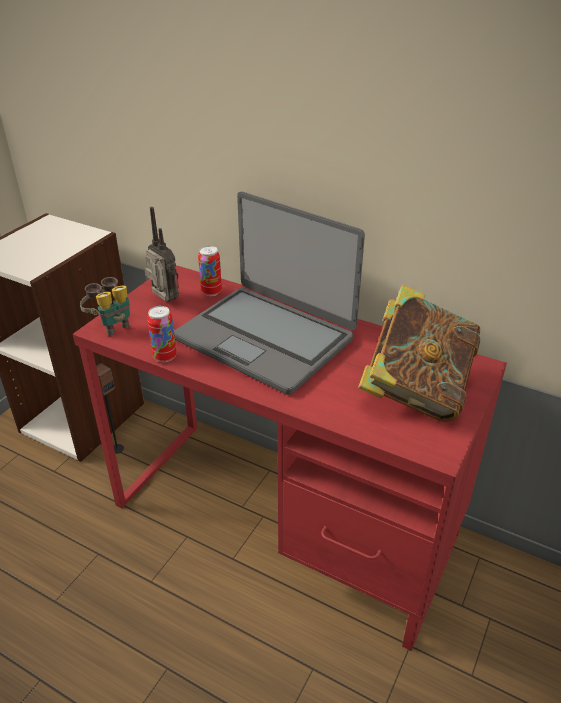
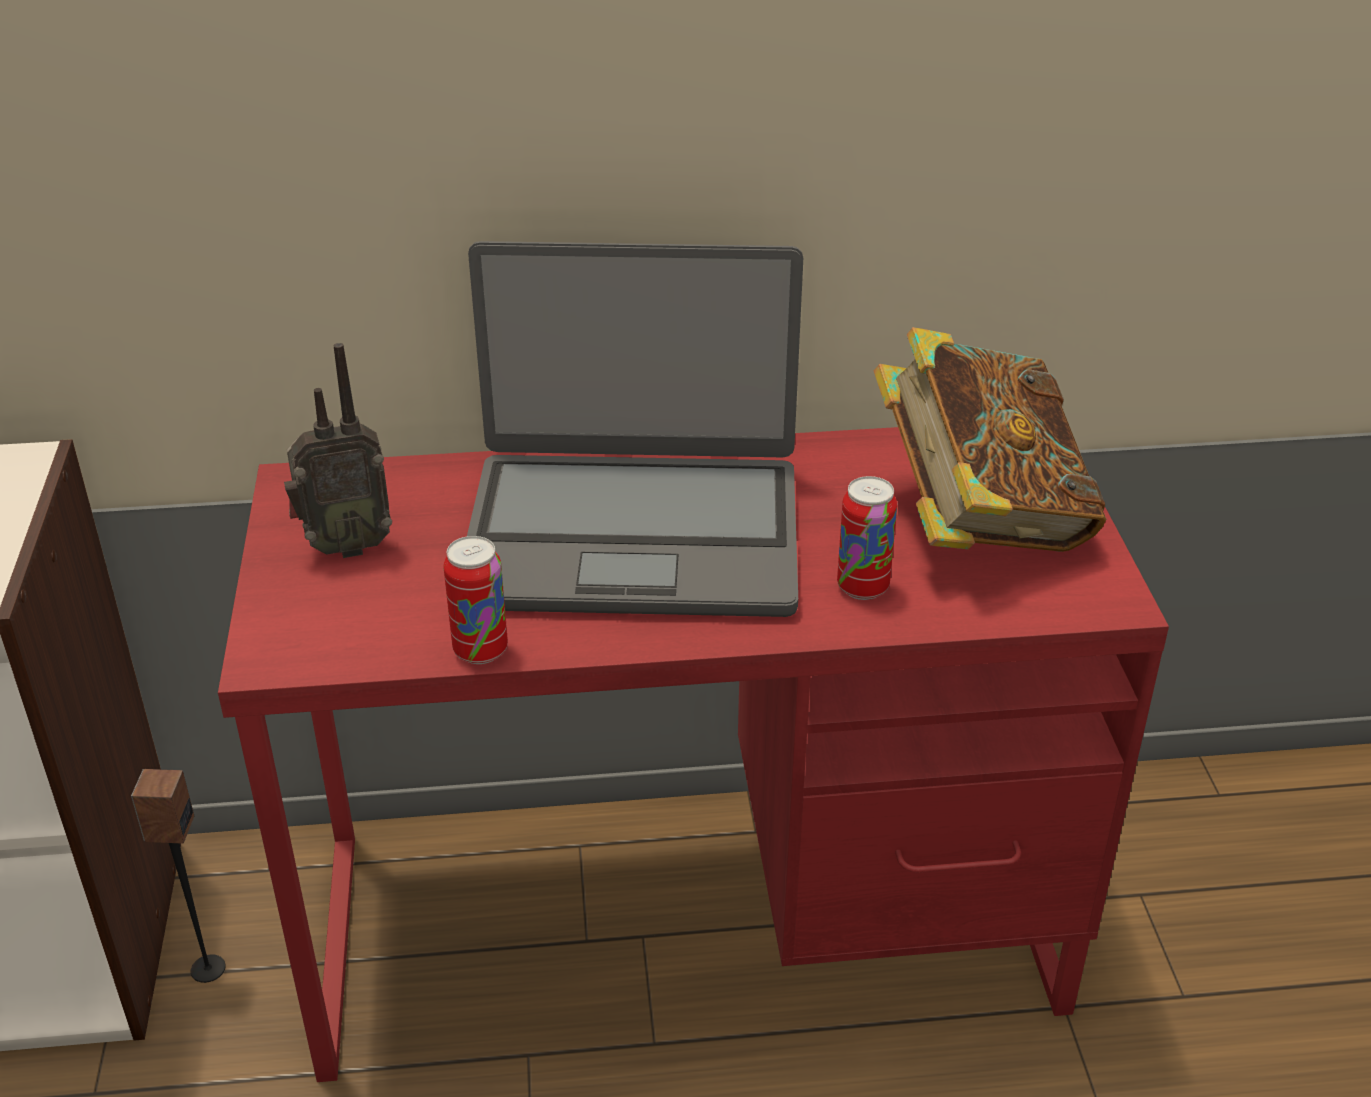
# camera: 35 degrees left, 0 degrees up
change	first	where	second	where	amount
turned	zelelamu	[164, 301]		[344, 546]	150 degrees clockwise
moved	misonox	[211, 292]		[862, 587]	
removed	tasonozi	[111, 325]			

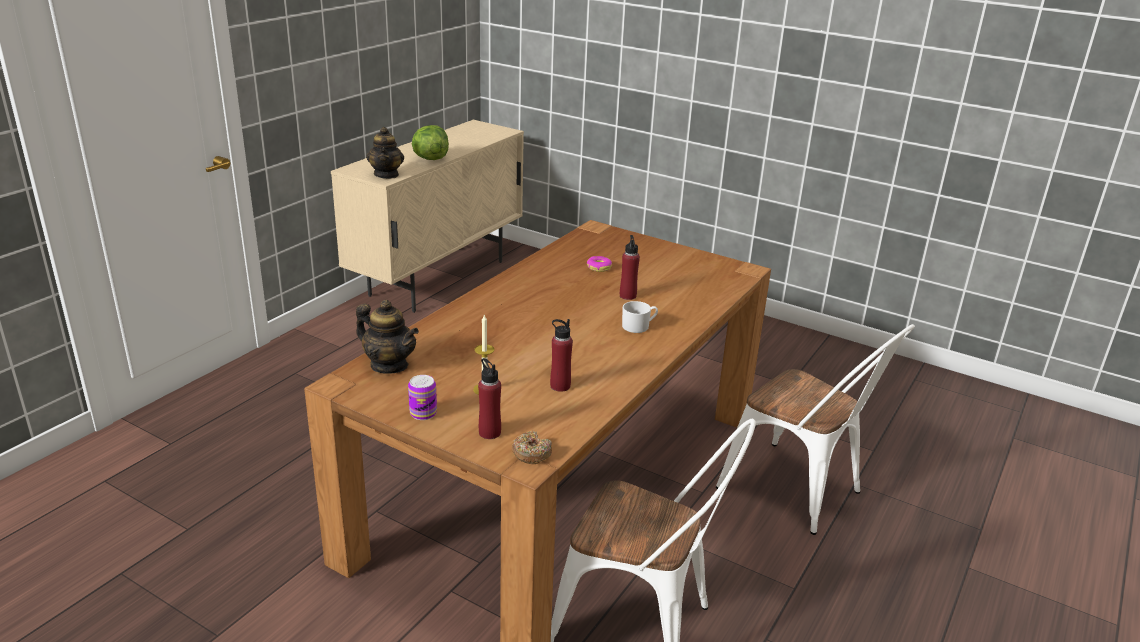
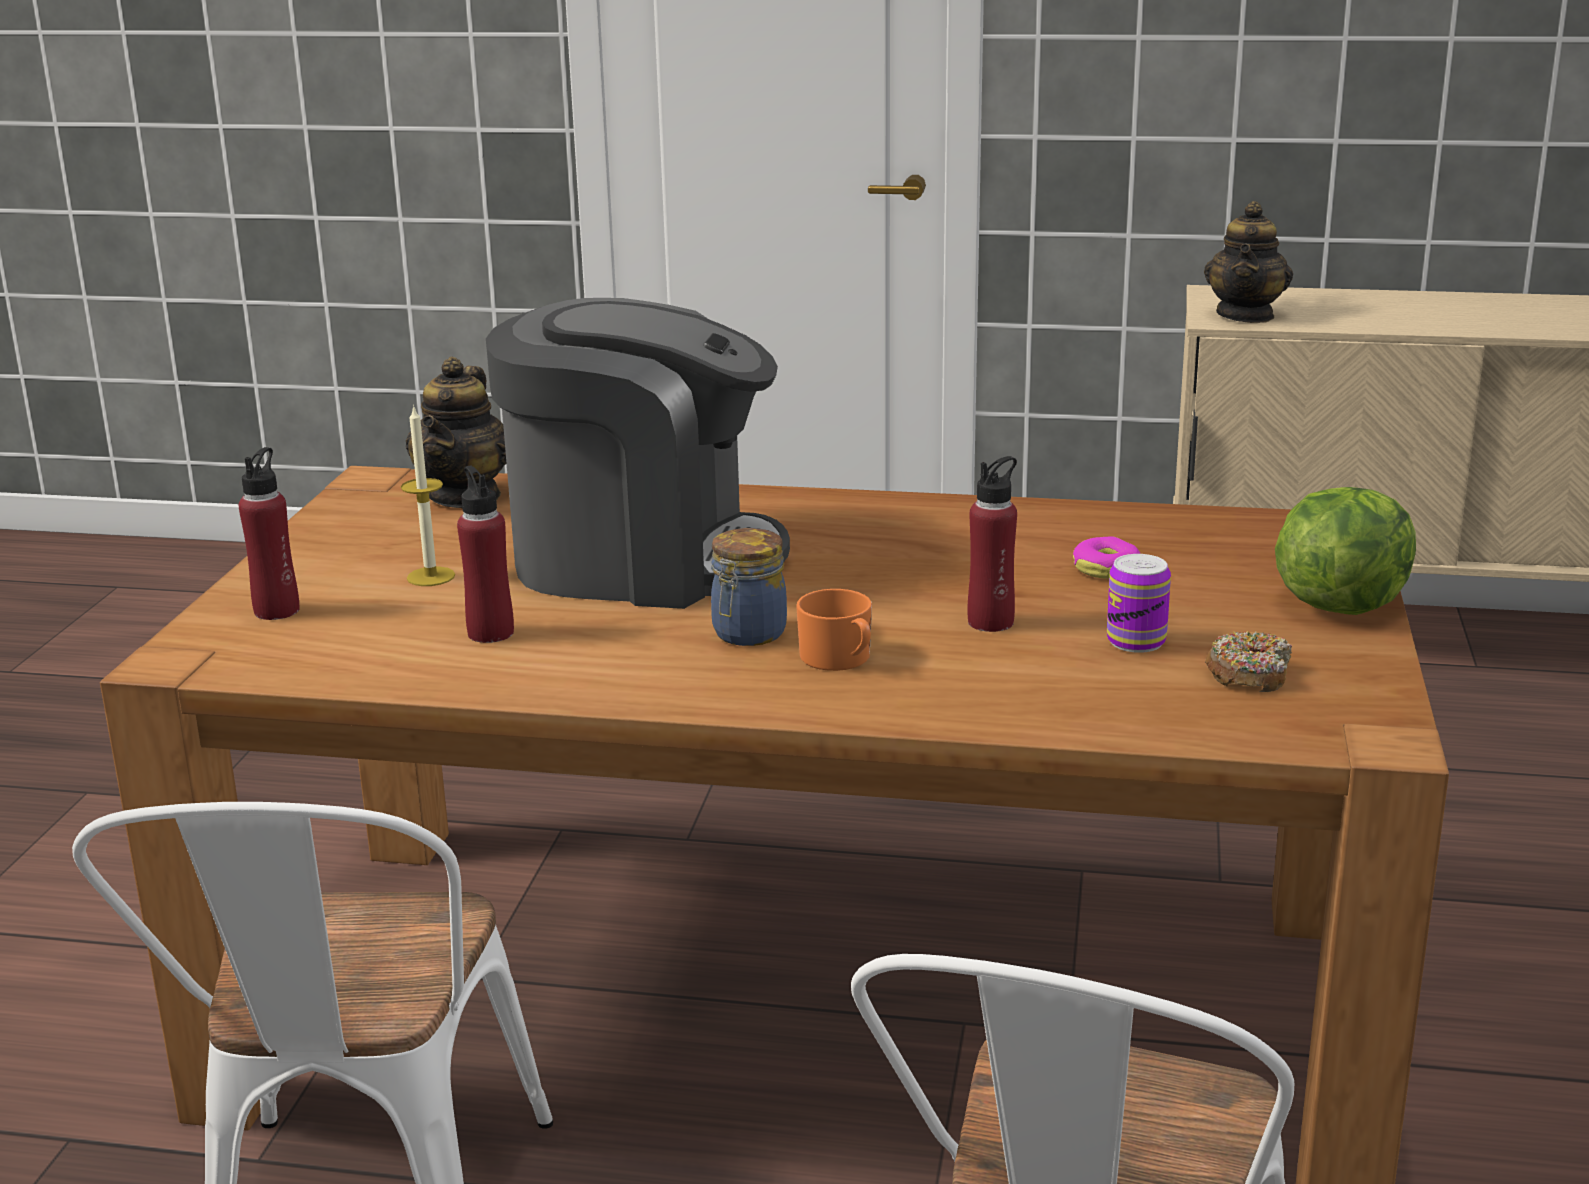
# camera: 70 degrees right, 5 degrees down
change	first	where	second	where	amount
added			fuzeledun	[642, 559]	
added			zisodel	[747, 634]	
recoloured	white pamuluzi	[639, 326]	orange pamuluzi	[840, 659]	
moved	misonox	[423, 413]		[1136, 641]	
turned	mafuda	[386, 175]		[1246, 315]	45 degrees counterclockwise
moved	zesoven	[531, 453]		[1249, 675]	
moved	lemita	[430, 158]		[1340, 604]	

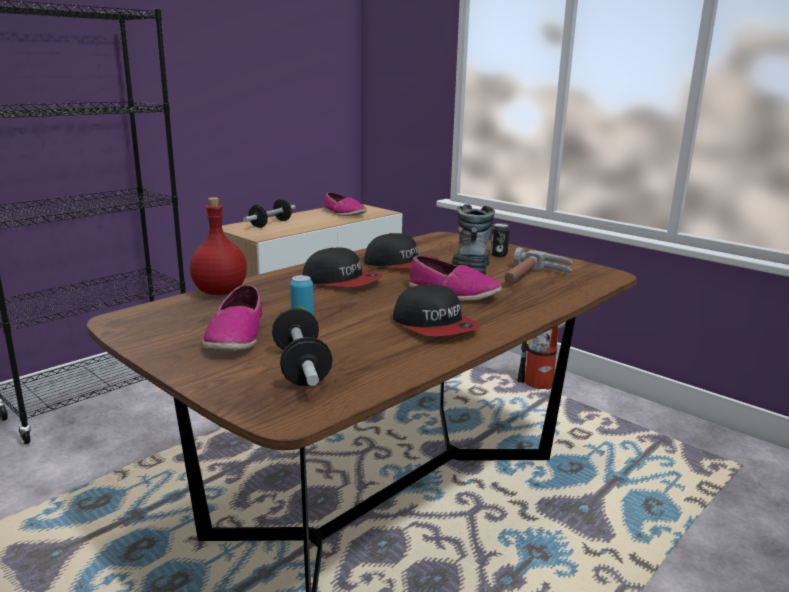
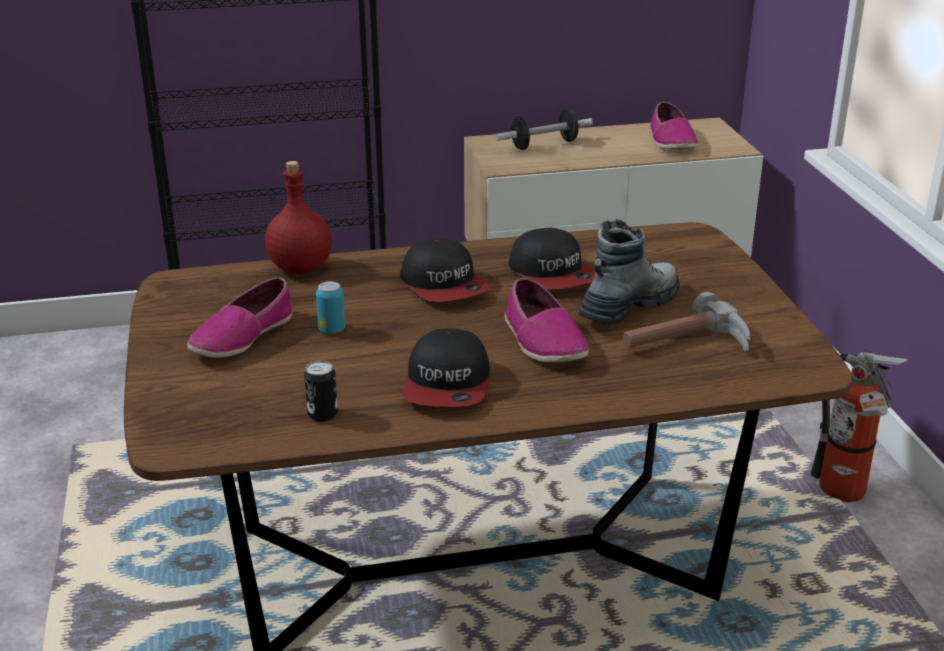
# camera: 35 degrees right, 10 degrees up
change	first	where	second	where	amount
moved	misonox	[499, 255]		[322, 414]	
removed	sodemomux	[301, 367]			

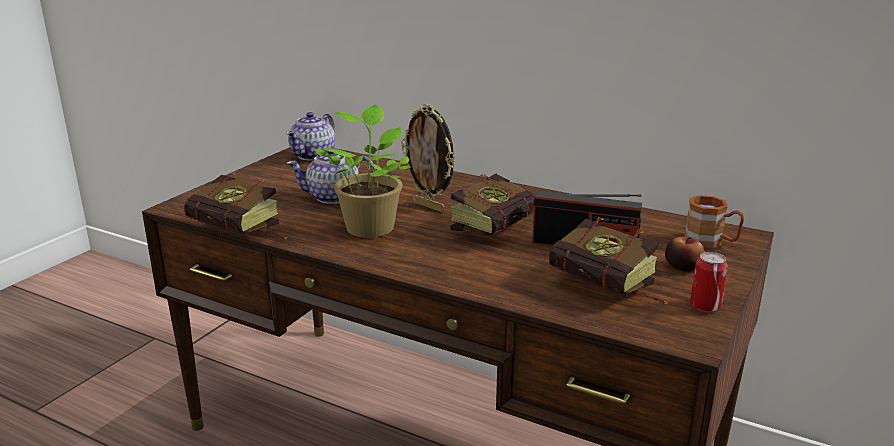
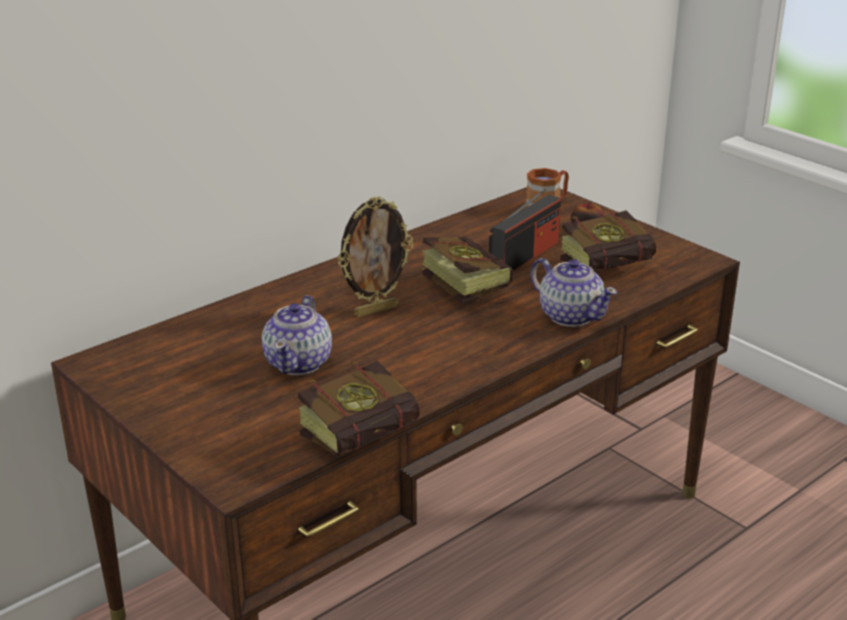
# camera: 70 degrees left, 5 degrees up
change	first	where	second	where	amount
moved	mafuda	[313, 155]		[570, 315]	
removed	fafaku	[370, 227]			
removed	misonox	[705, 306]			

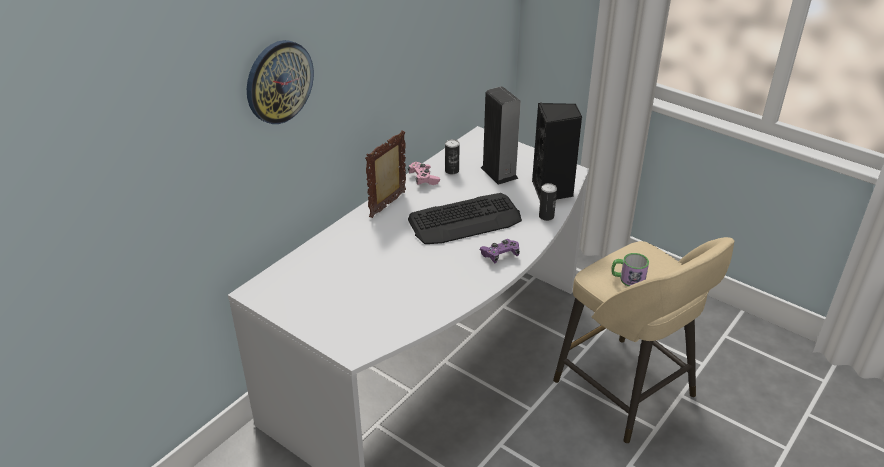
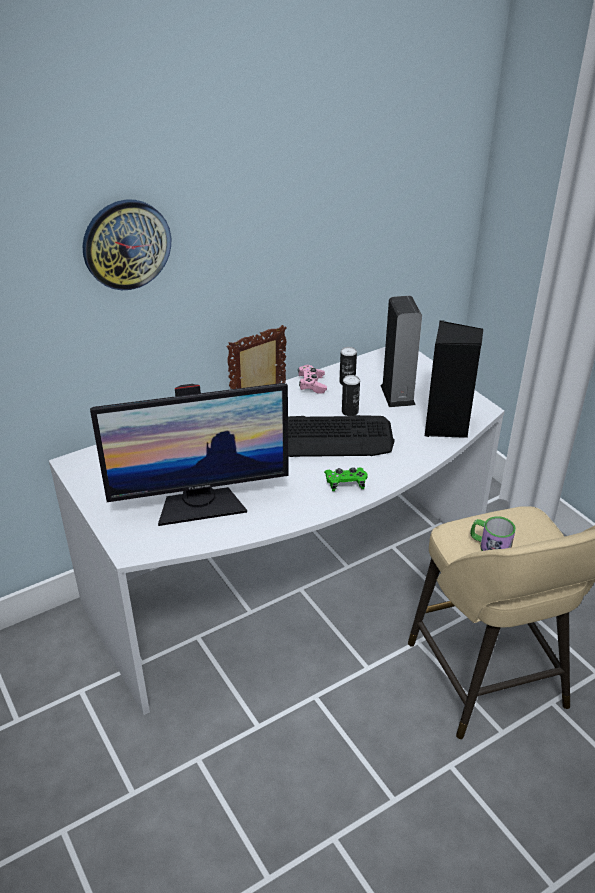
# camera: 20 degrees right, 0 degrees up
change	first	where	second	where	amount
added			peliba	[200, 504]	
recoloured	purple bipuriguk	[500, 255]	green bipuriguk	[345, 484]	
moved	misonox	[546, 216]		[350, 411]	

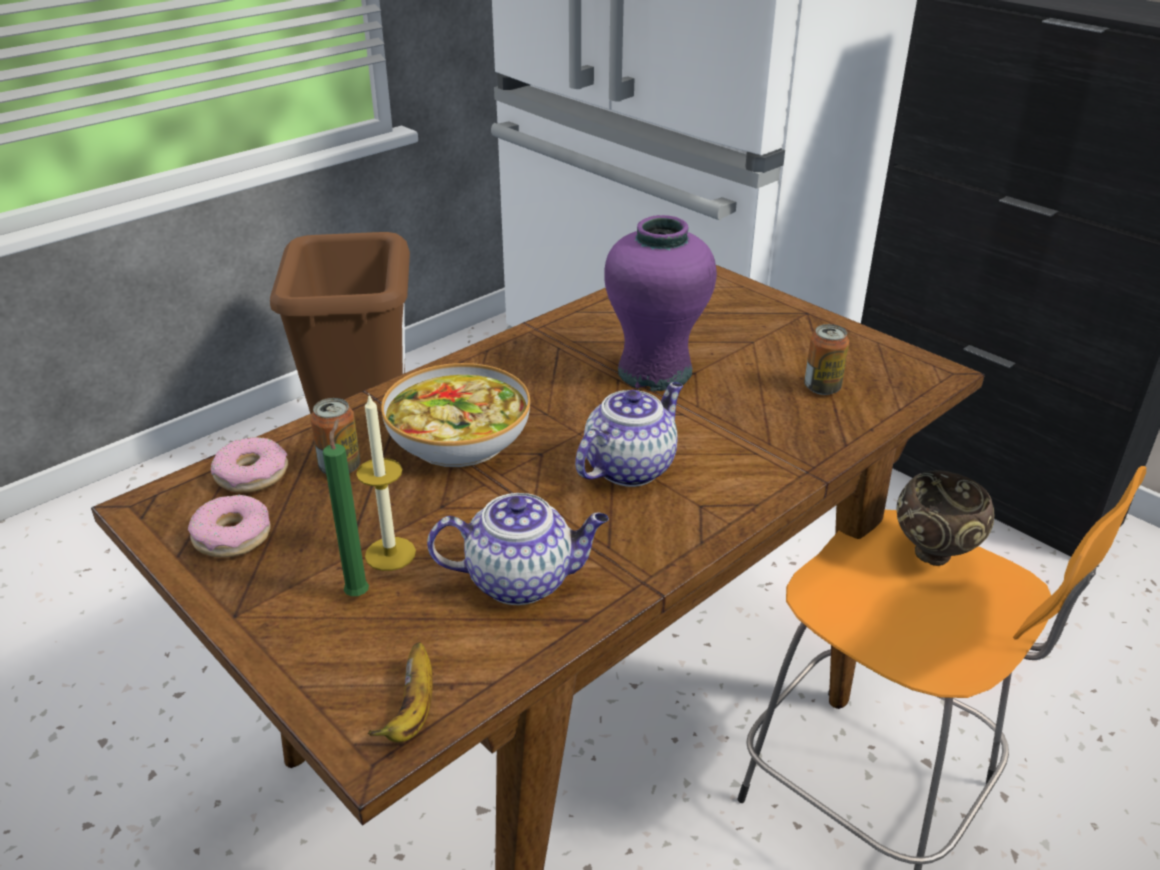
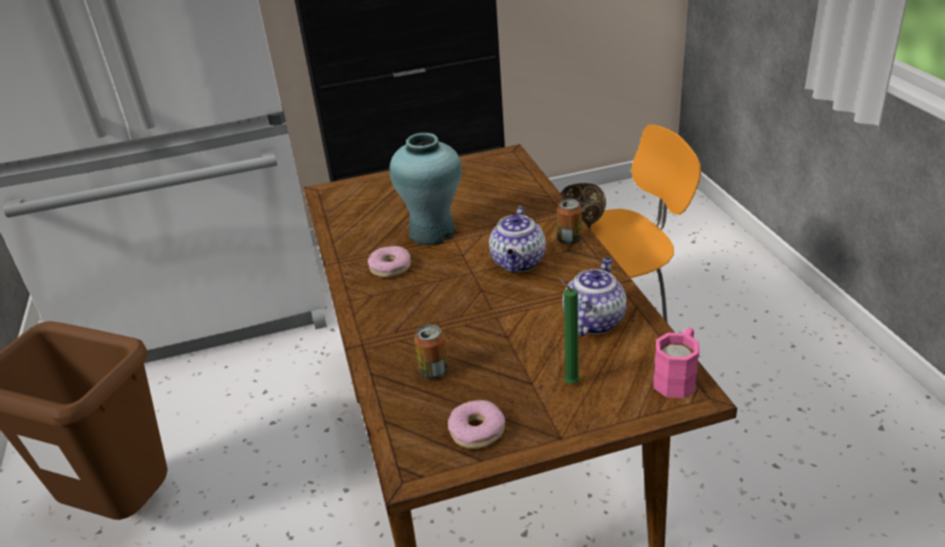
# camera: 60 degrees left, 0 degrees up
change	first	where	second	where	amount
moved	zesoven	[252, 474]		[390, 267]	
recoloured	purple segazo	[655, 372]	turquoise segazo	[432, 232]	
turned	mafuda	[630, 467]		[518, 263]	150 degrees counterclockwise
moved	misonox	[822, 388]		[569, 240]	
replaced	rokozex	[412, 712]	pink pamuluzi	[677, 377]	
removed	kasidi	[390, 554]			
removed	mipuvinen	[459, 438]			

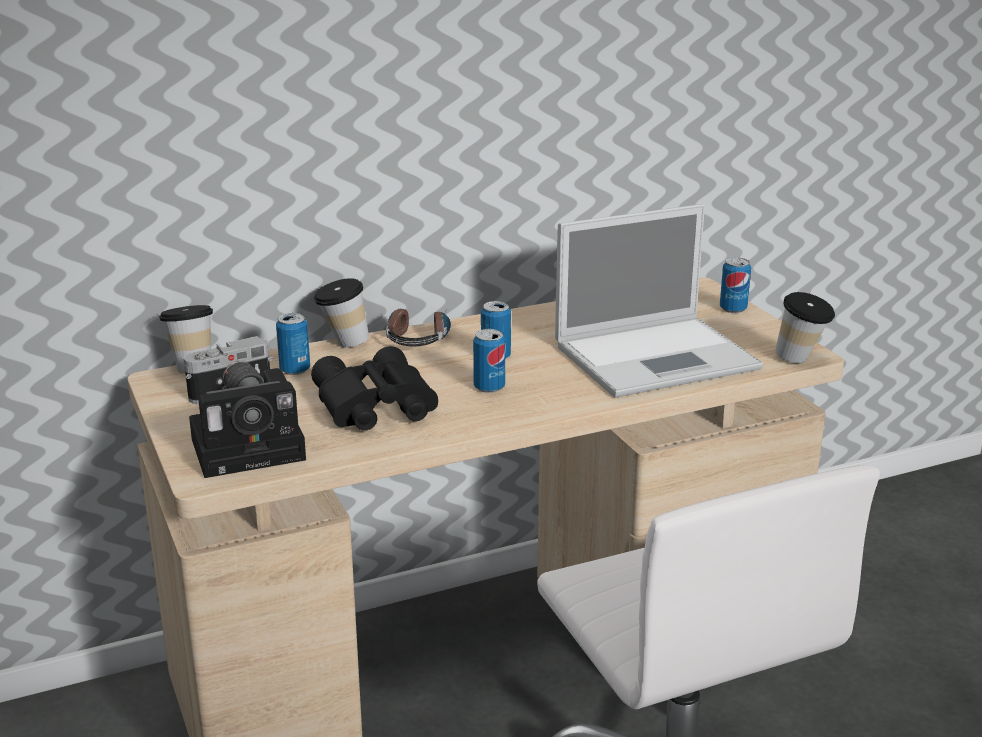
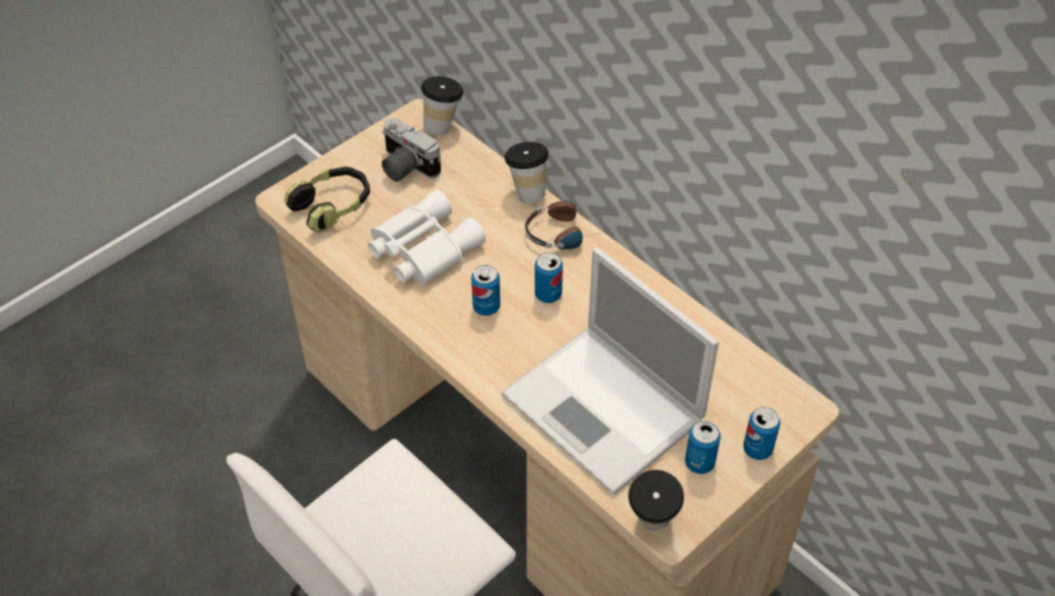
# camera: 70 degrees right, 25 degrees up
change	first	where	second	where	amount
replaced	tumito	[253, 448]	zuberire	[332, 207]	
recoloured	black tasonozi	[373, 407]	white tasonozi	[421, 247]	
moved	misonox	[295, 370]		[699, 463]	

